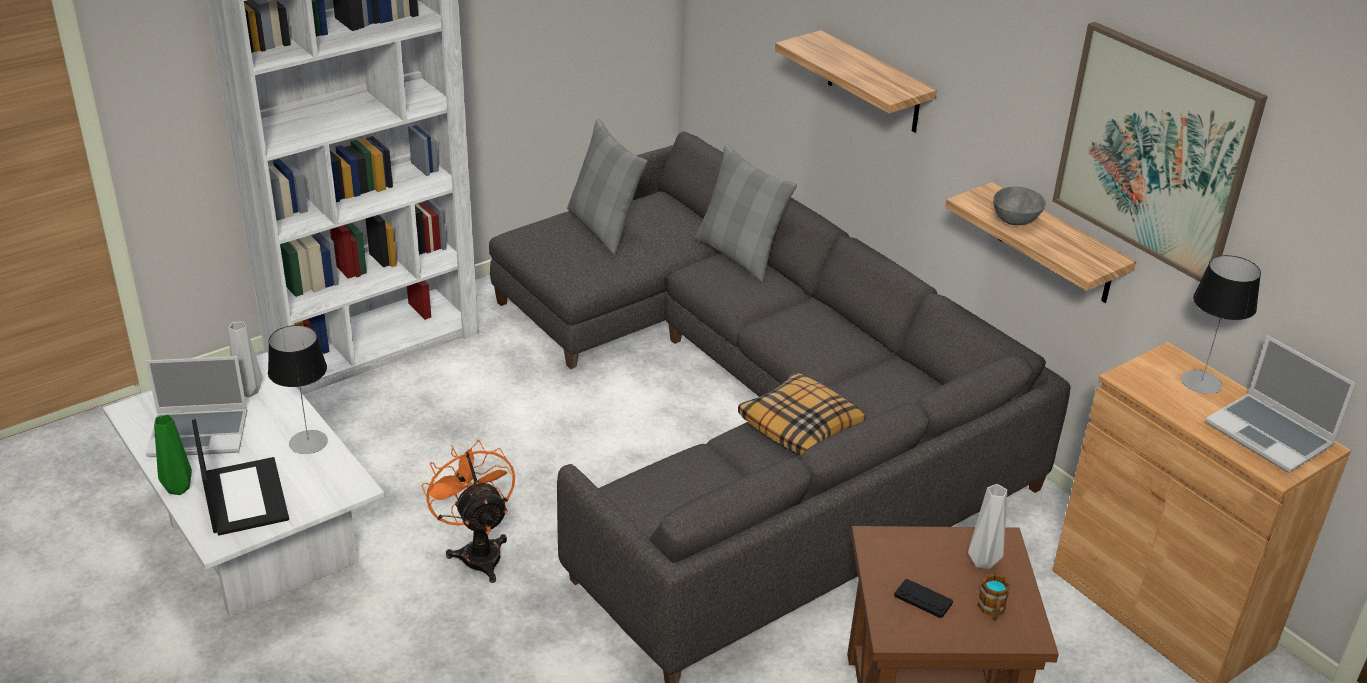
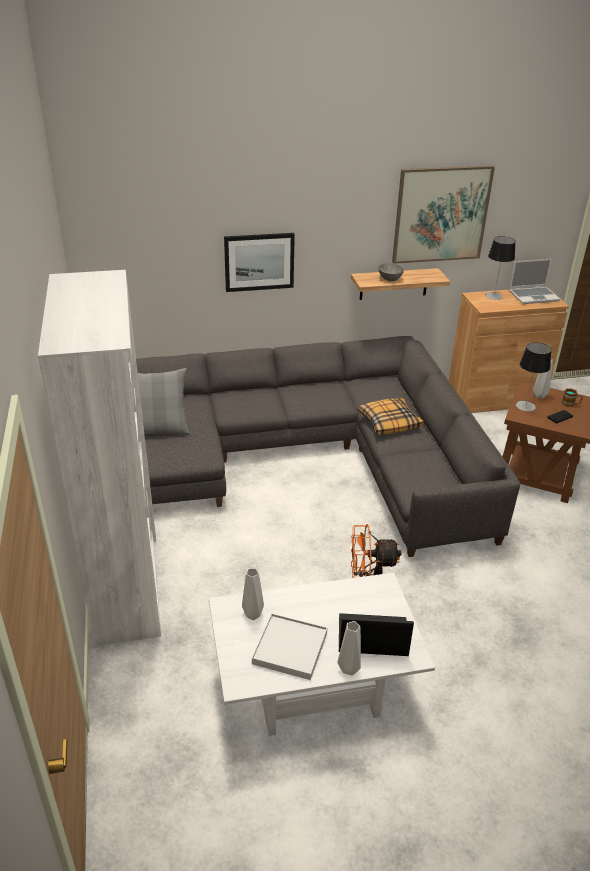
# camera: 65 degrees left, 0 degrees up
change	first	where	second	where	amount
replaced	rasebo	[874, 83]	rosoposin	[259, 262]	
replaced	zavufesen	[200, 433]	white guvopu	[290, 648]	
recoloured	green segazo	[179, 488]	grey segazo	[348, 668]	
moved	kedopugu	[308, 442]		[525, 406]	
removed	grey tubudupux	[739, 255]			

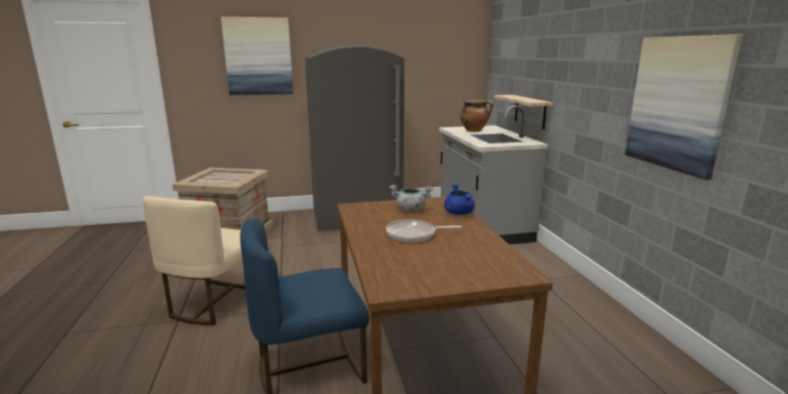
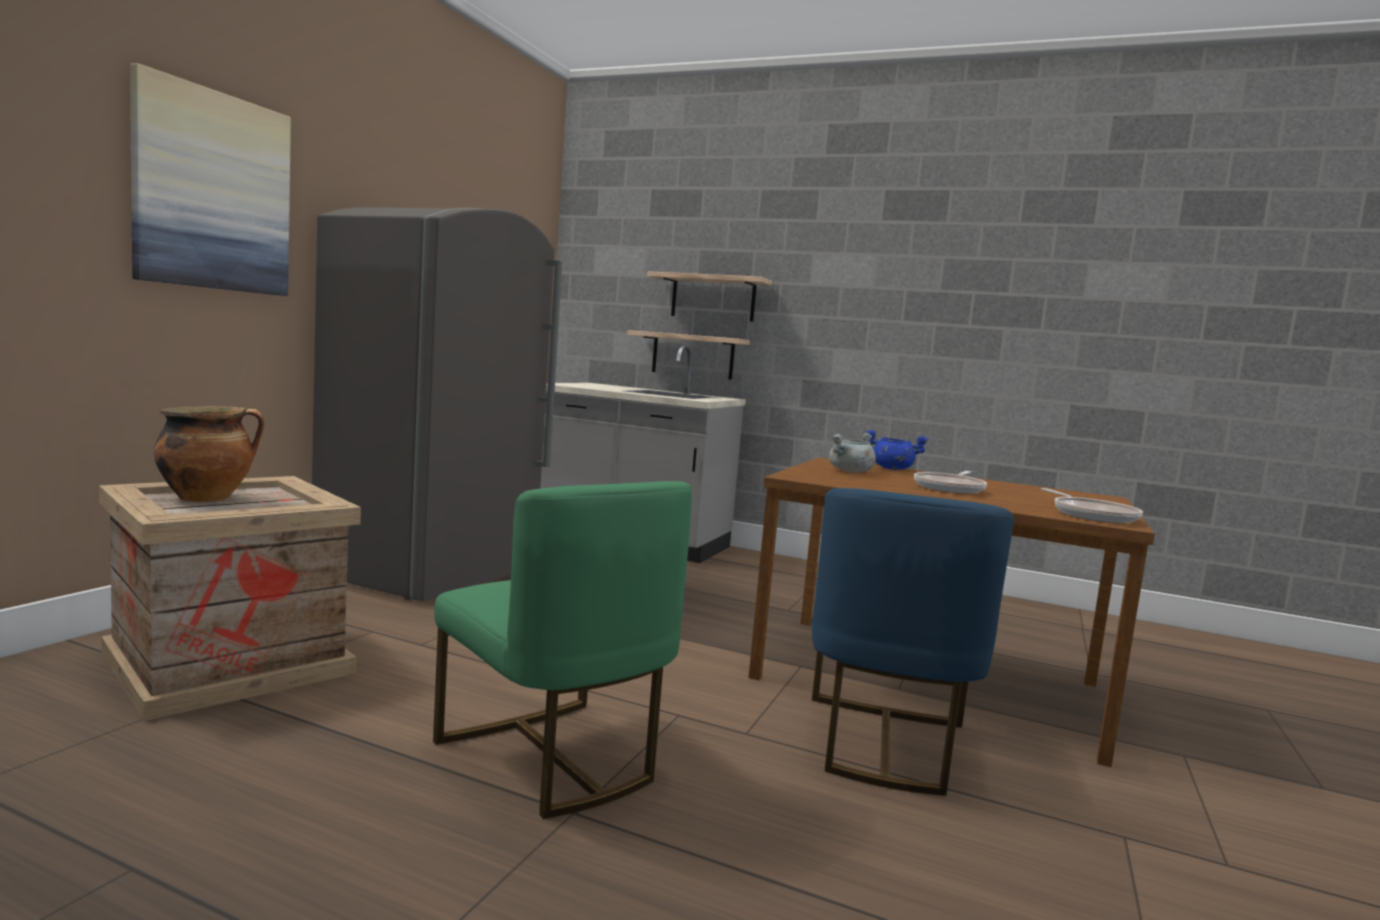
# camera: 55 degrees left, 10 degrees down
change	first	where	second	where	amount
moved	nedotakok	[474, 131]		[208, 498]	
recoloured	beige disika	[214, 302]	green disika	[553, 758]	
added			rasebo	[713, 298]	
added			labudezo	[1091, 515]	
removed	rosoposin	[678, 103]			

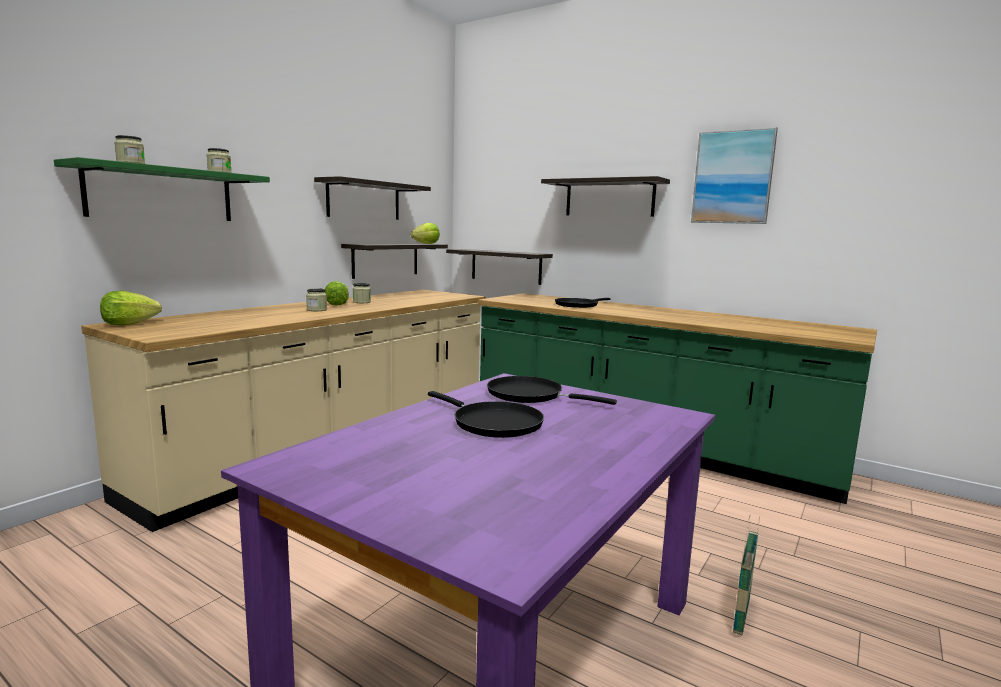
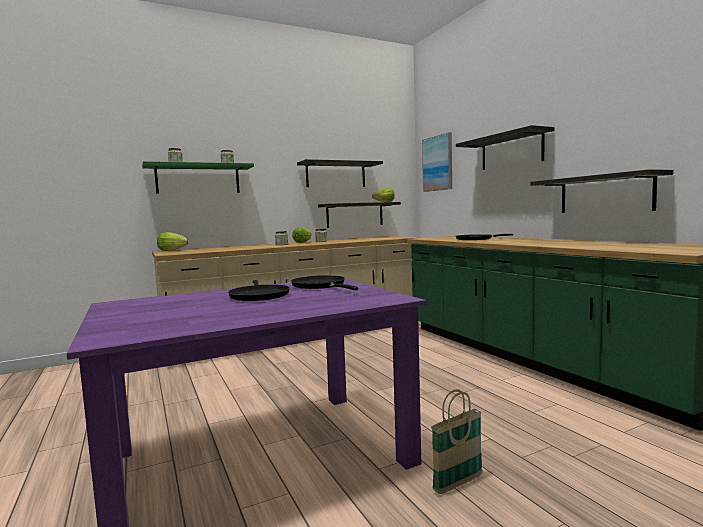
# camera: 30 degrees right, 5 degrees down
change	first	where	second	where	amount
moved	rosoposin	[733, 177]		[438, 163]	
moved	rasebo	[506, 266]		[605, 194]	

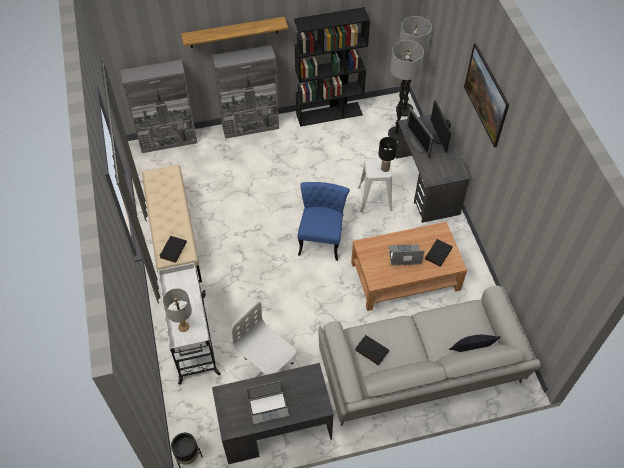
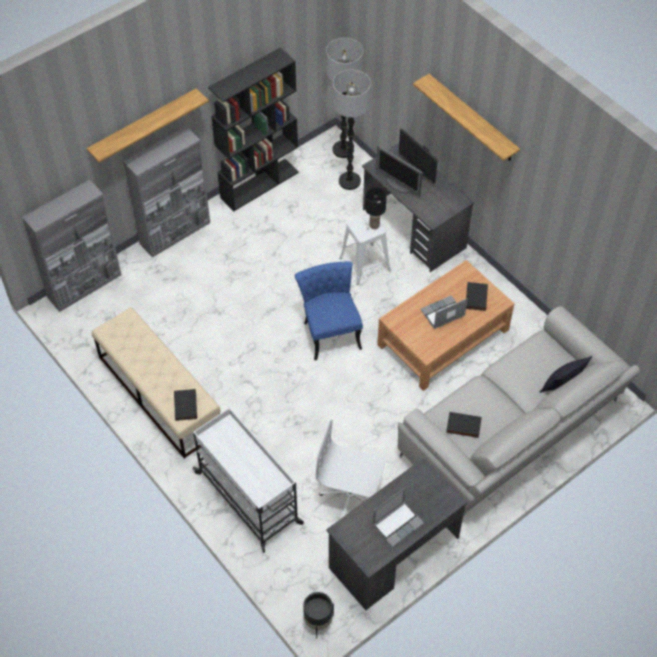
# camera: 25 degrees left, 0 degrees up
change	first	where	second	where	amount
replaced	rosoposin	[483, 105]	rasebo	[472, 119]	
removed	grey kedopugu	[184, 326]			

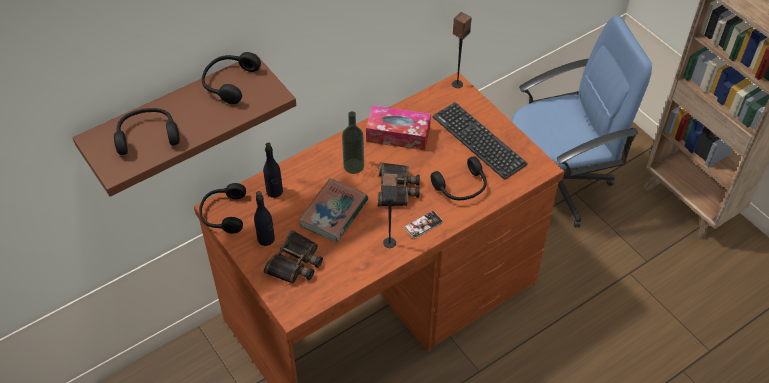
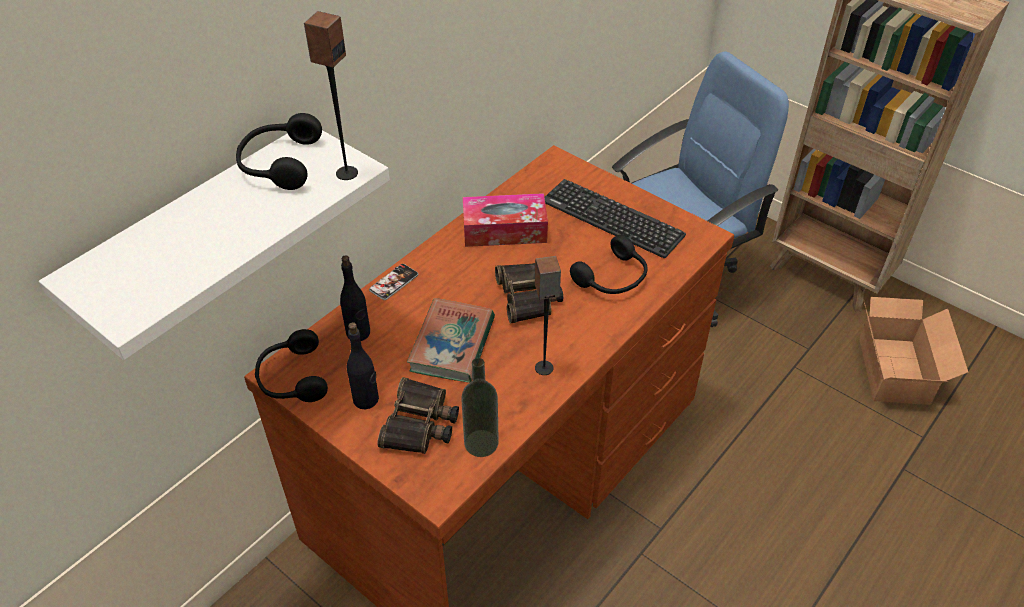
# camera: 15 degrees left, 5 degrees down
change	first	where	second	where	amount
recoloured	brown rasebo	[172, 116]	white rasebo	[197, 232]	
moved	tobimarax	[457, 84]		[346, 173]	
moved	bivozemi	[423, 225]		[394, 282]	
moved	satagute	[353, 166]		[481, 443]	
added			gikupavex	[897, 369]	
removed	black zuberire	[147, 135]			

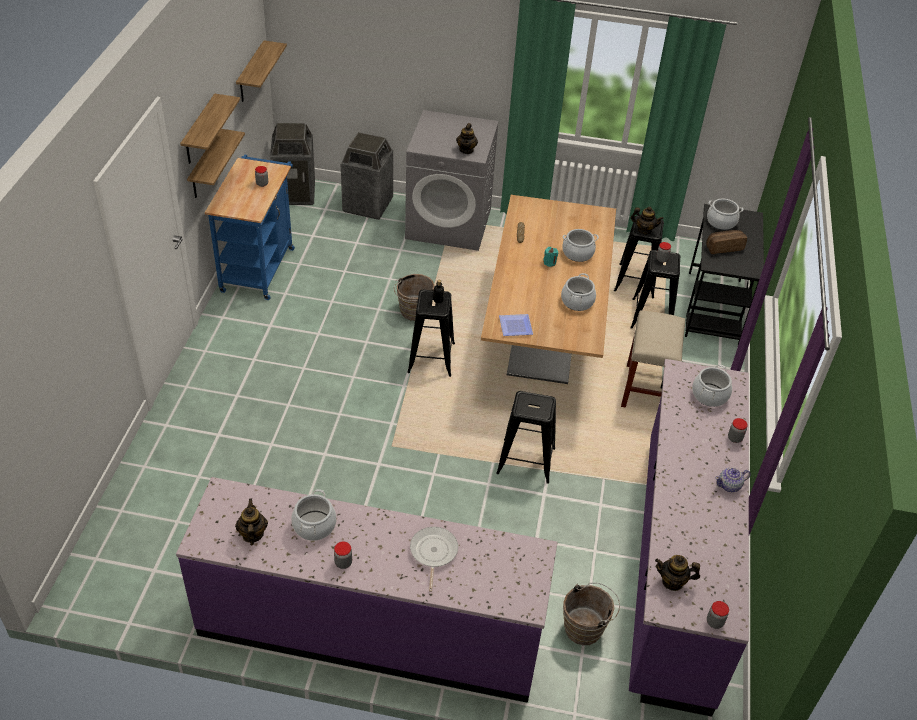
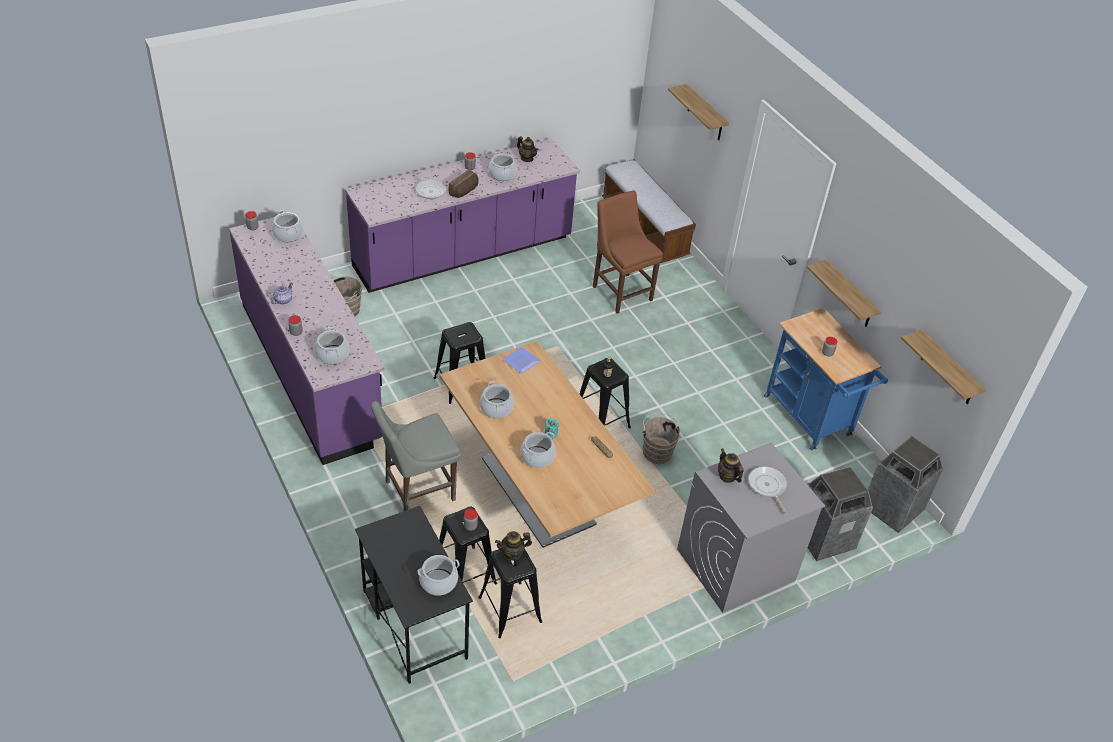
# camera: 140 degrees right, 0 degrees up
change	first	where	second	where	amount
replaced	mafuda	[672, 582]	nedotakok	[288, 235]	
replaced	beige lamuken	[646, 390]	grey disika	[416, 491]	
moved	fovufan	[723, 247]		[464, 191]	
added			brown disika	[621, 291]	
added			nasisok	[644, 228]	
moved	rasebo	[199, 131]		[705, 114]	
added			labudezo	[768, 486]	

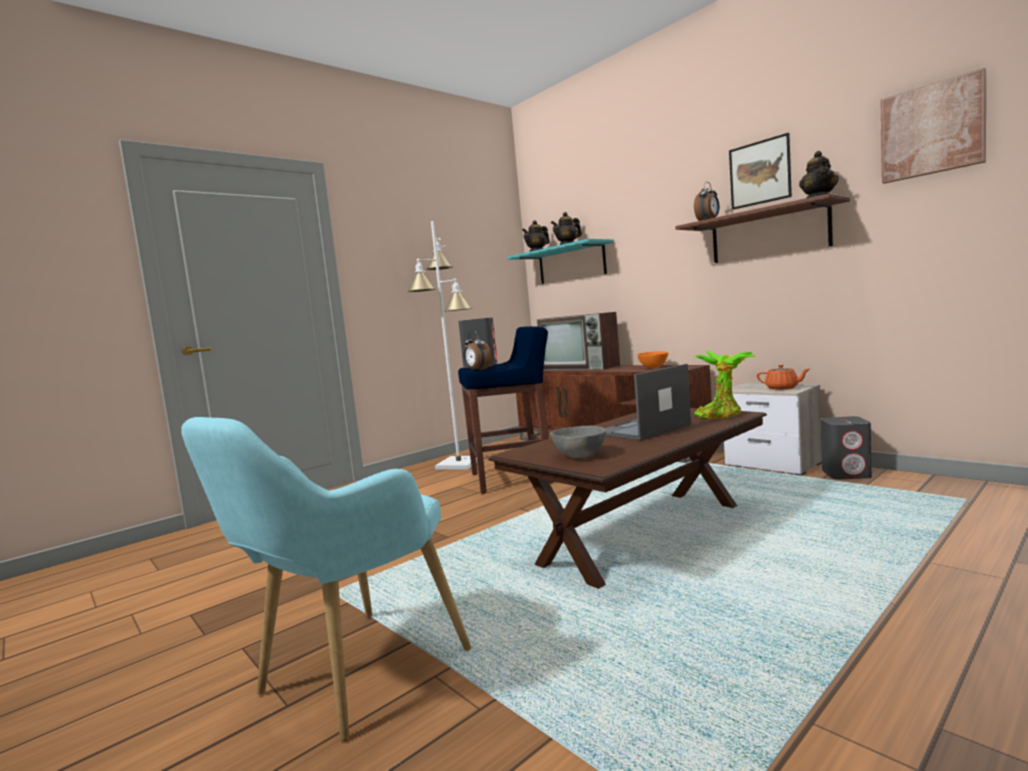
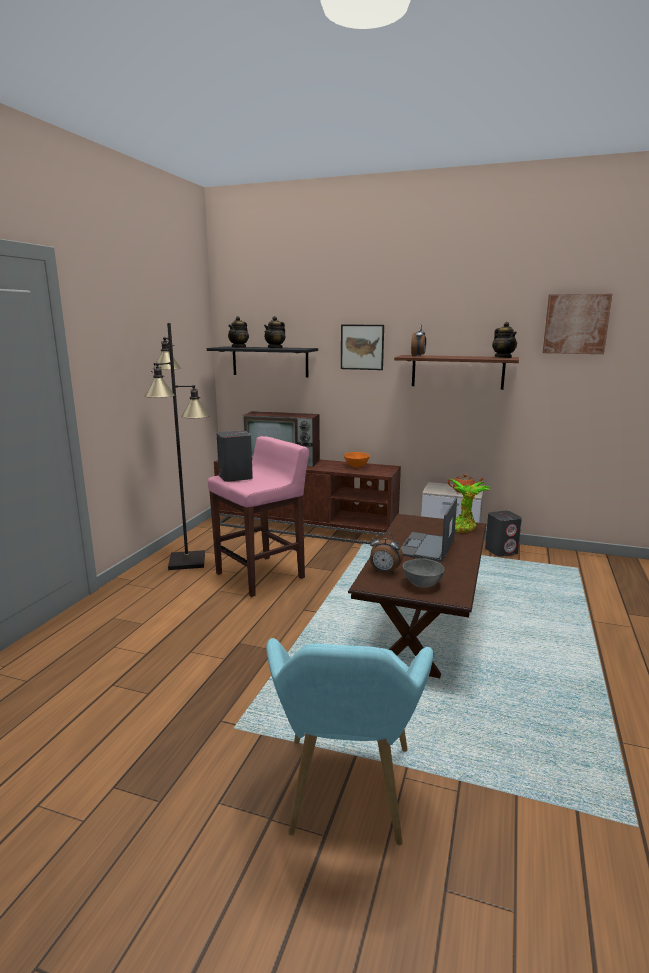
# camera: 30 degrees left, 10 degrees up
change	first	where	second	where	amount
recoloured	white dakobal	[459, 464]	black dakobal	[187, 561]	
recoloured	turquoise rasebo	[571, 263]	black rasebo	[270, 361]	
recoloured	blue lamuken	[513, 478]	pink lamuken	[261, 575]	
moved	rosoposin	[760, 173]		[362, 347]	
moved	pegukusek	[477, 370]		[384, 572]	

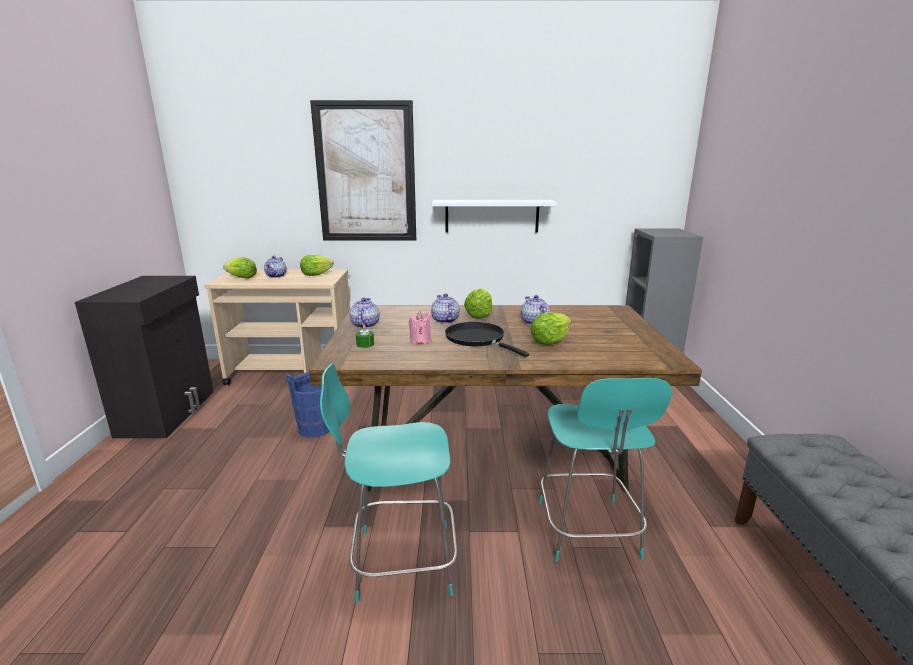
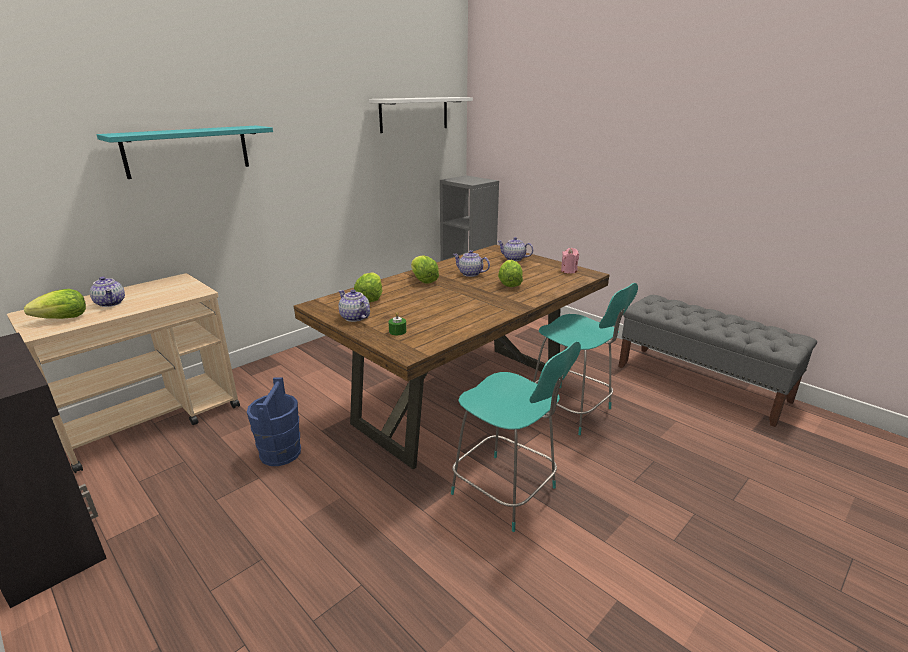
# camera: 45 degrees left, 5 degrees up
change	first	where	second	where	amount
replaced	rosoposin	[366, 173]	turquoise rasebo	[187, 151]	
moved	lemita	[316, 274]		[370, 298]	
moved	white rasebo	[492, 216]		[414, 114]	
turned	turquoise disika	[400, 561]		[507, 492]	90 degrees counterclockwise
moved	mafuda	[445, 320]		[514, 259]	
moved	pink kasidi	[420, 341]		[569, 271]	
removed	black labudezo	[478, 339]			

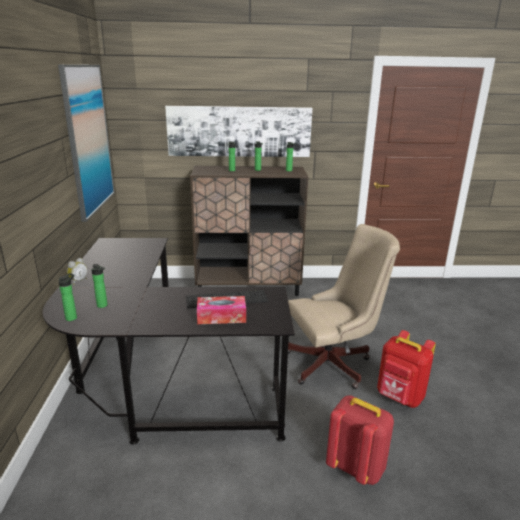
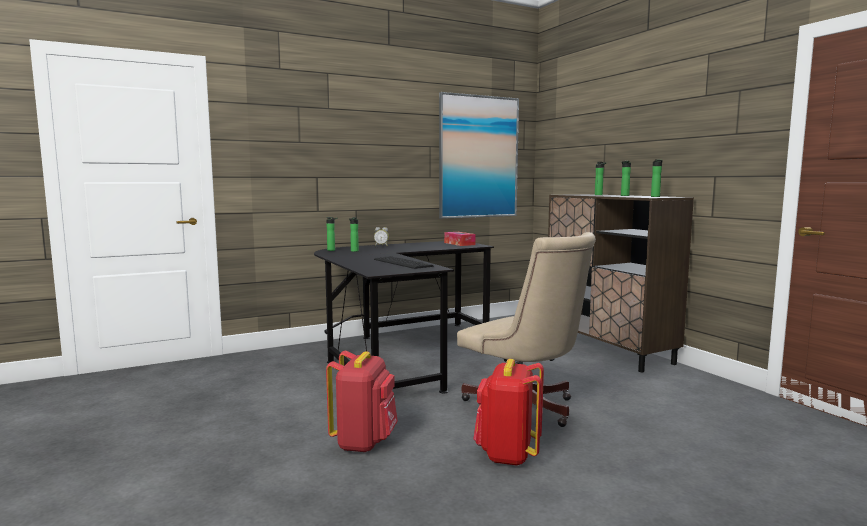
# camera: 65 degrees right, 15 degrees down
change	first	where	second	where	amount
moved	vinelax	[221, 317]		[459, 244]	
removed	rosoposin	[239, 131]			

